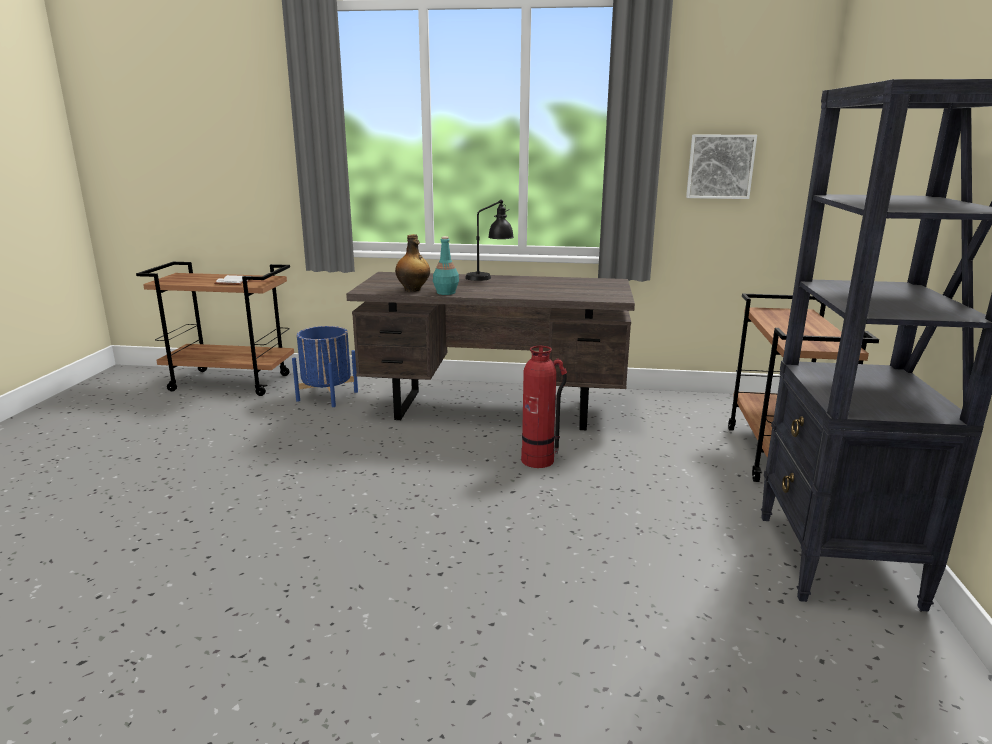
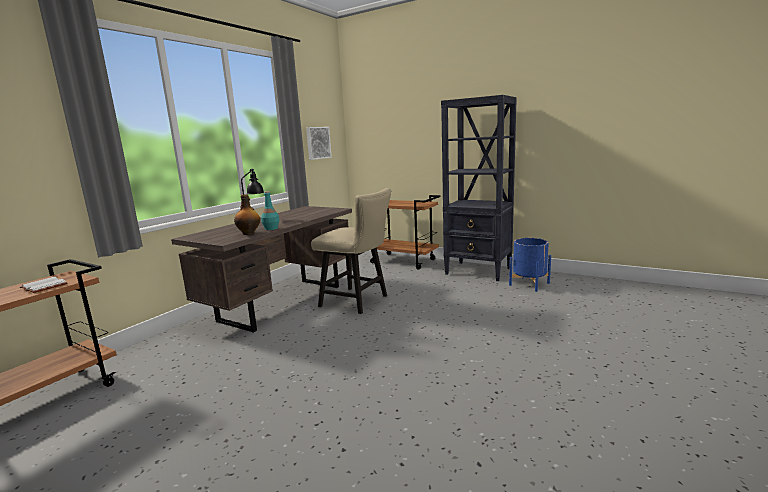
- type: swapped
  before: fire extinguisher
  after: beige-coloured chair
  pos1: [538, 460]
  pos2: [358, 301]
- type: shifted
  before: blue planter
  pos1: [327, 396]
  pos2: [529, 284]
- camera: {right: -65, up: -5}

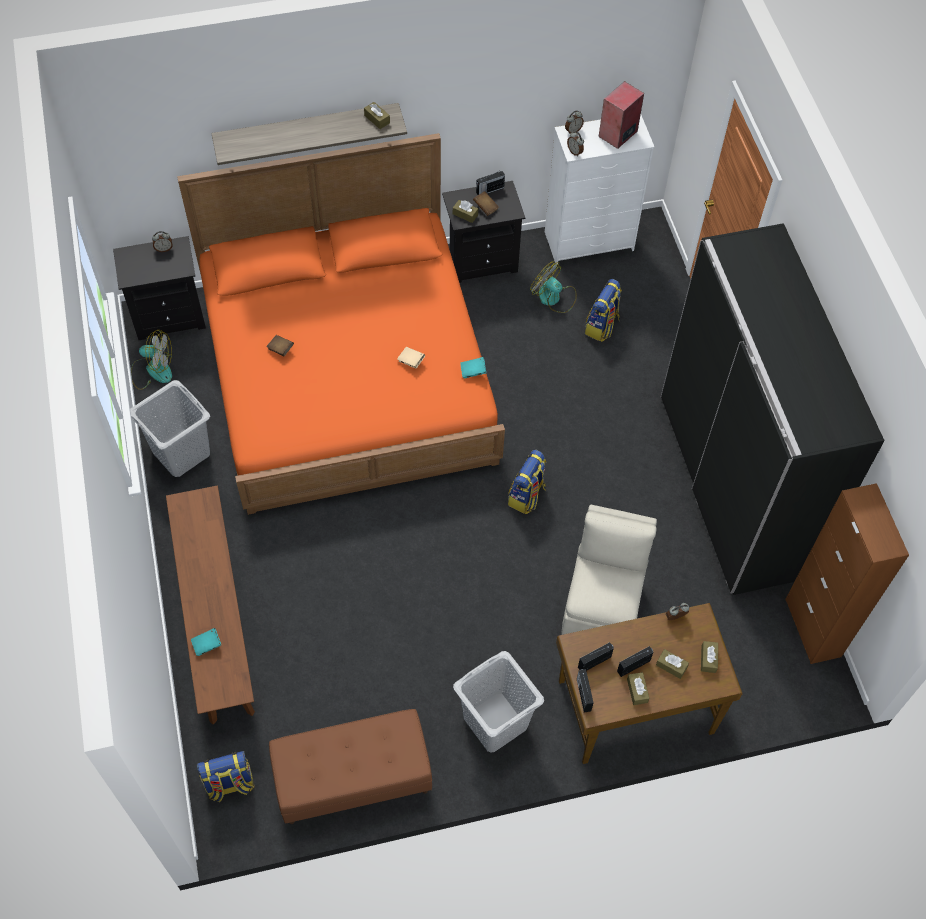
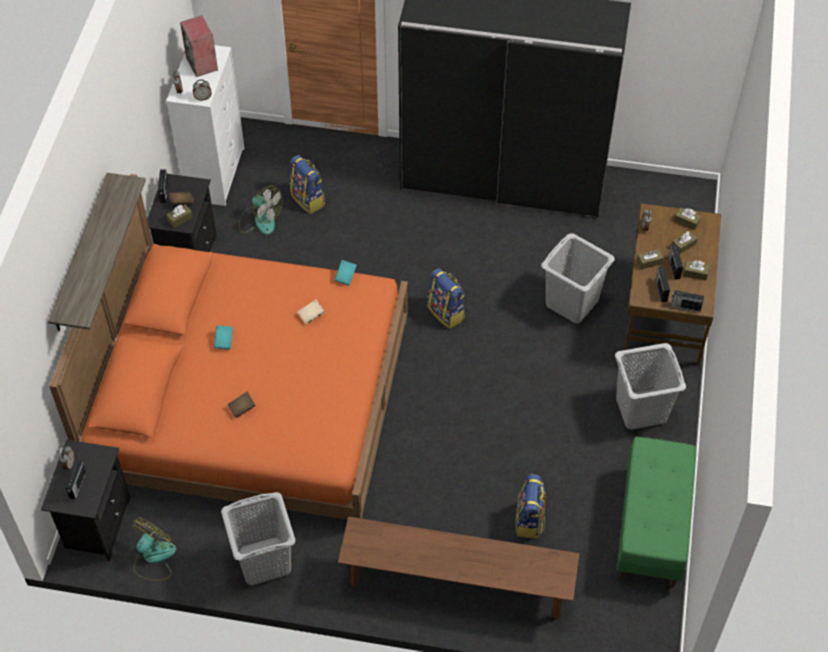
- type: new
  after: radio set
  pos2: [77, 485]
- type: shifted
  before: turquoise volume
  pos1: [207, 645]
  pos2: [224, 341]
- type: rotated
  before: cooling fan
  pos1: [554, 298]
  pos2: [260, 220]
  turn: -120
- type: shifted
  before: knapsack
  pos1: [230, 784]
  pos2: [529, 520]
- type: swapped
  before: beige-coloured chair
  after: grey laundry basket
  pos1: [601, 607]
  pos2: [572, 302]
- type: repainted
  before: brown indoor bench
  after: greenish indoor bench
  pos1: [352, 780]
  pos2: [652, 527]
- type: shifted
  before: brown box of tissues
  pos1: [377, 119]
  pos2: [649, 262]
- type: gone
  before: brown cabinet
  pos1: [812, 628]
- camera: {right: -65, up: -5}

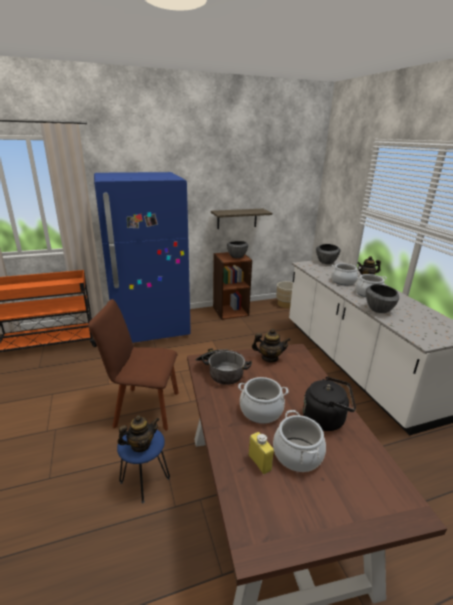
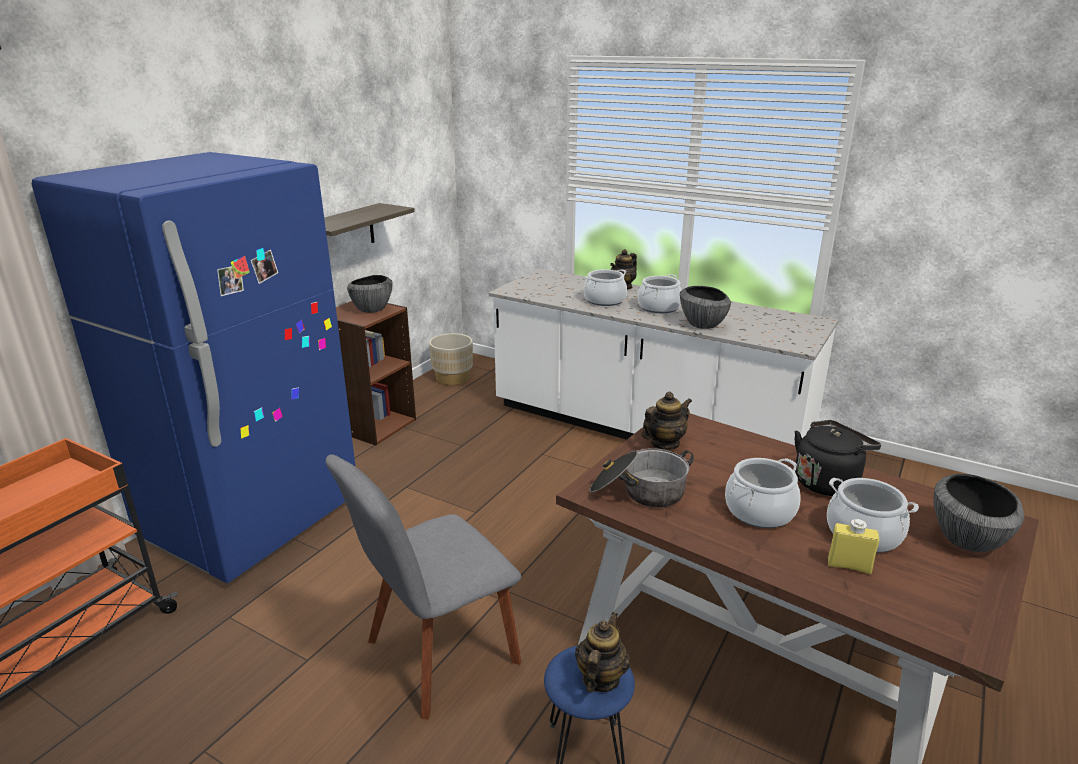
- type: repainted
  before: brown chair
  after: grey chair
  pos1: [143, 408]
  pos2: [436, 656]
- type: shifted
  before: serving bowl
  pos1: [326, 262]
  pos2: [967, 540]
- camera: {right: -40, up: 0}

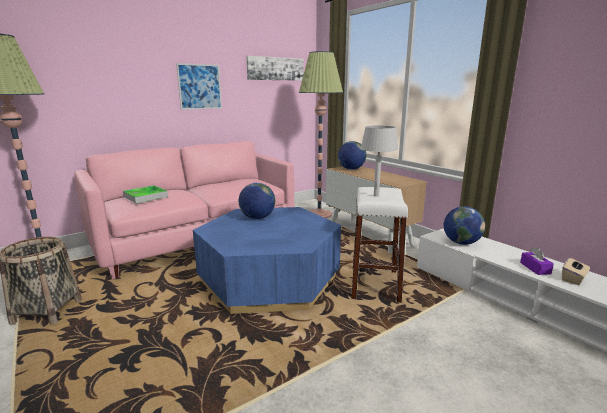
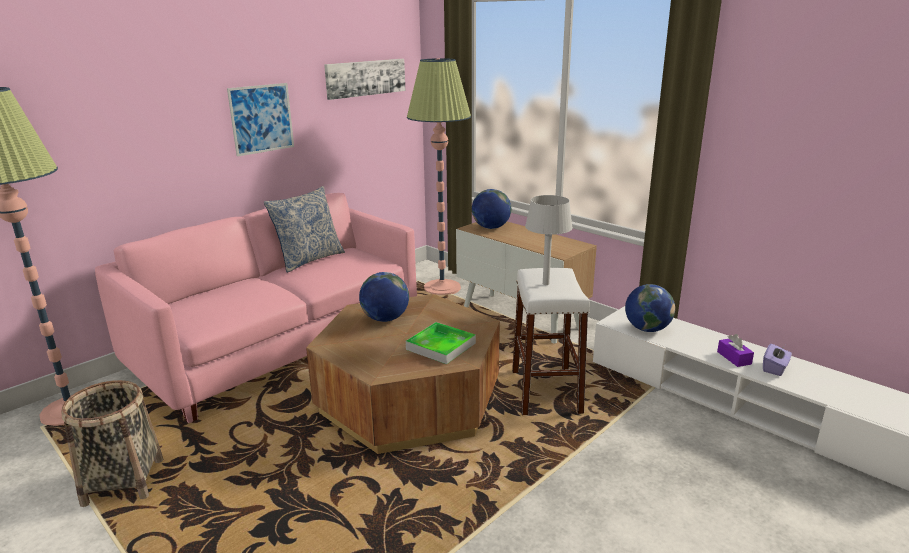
- type: new
  after: pillow
  pos2: [309, 259]
- type: repainted
  before: blue lounge table
  after: brown lounge table
  pos1: [270, 279]
  pos2: [409, 399]
- type: shifted
  before: serving tray
  pos1: [145, 196]
  pos2: [441, 346]
- type: repainted
  before: beige-coloured box of tissues
  after: purple-coloured box of tissues
  pos1: [573, 279]
  pos2: [775, 368]
- camera: {right: -10, up: 5}

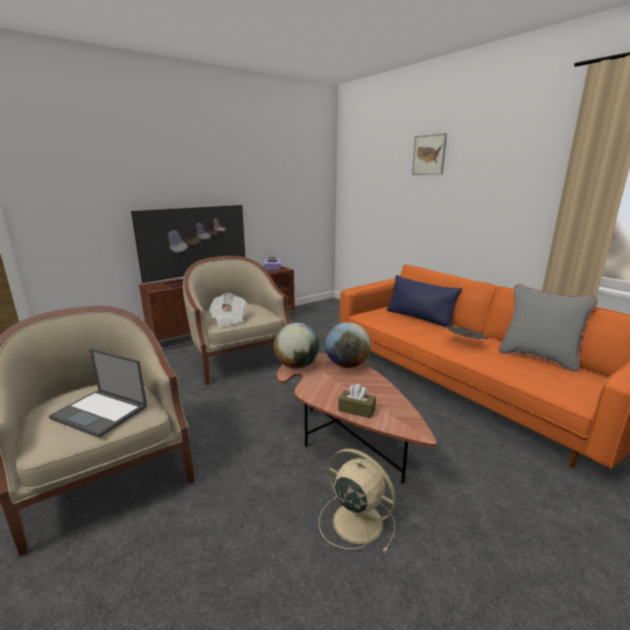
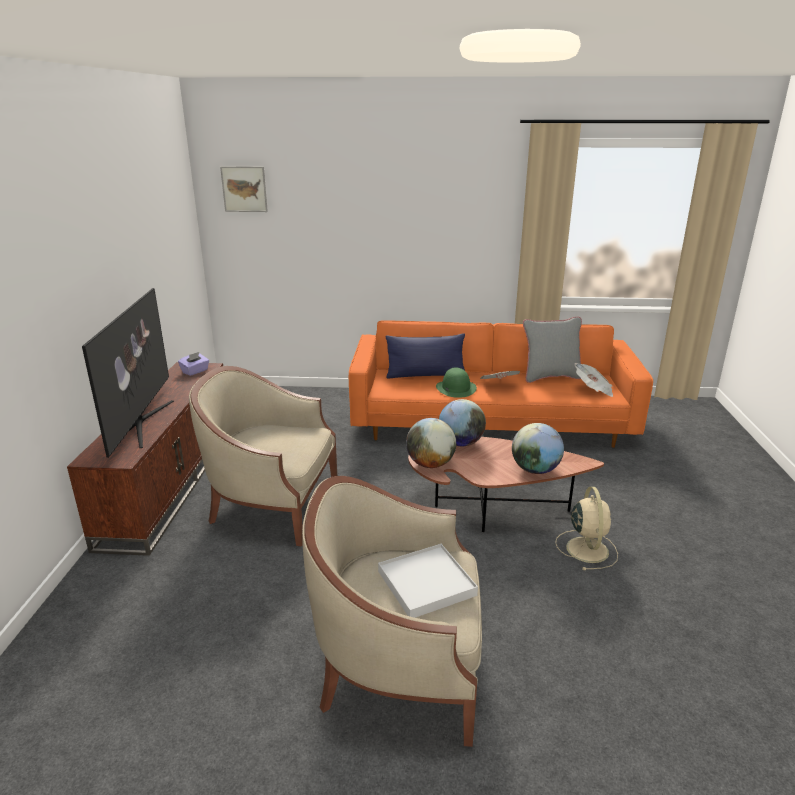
- type: shifted
  before: wall picture
  pos1: [429, 155]
  pos2: [244, 189]
- type: swapped
  before: portable computer
  after: white-coloured serving tray
  pos1: [101, 412]
  pos2: [426, 583]
- type: new
  after: greenish hat
  pos2: [455, 388]
- type: swapped
  before: brown box of tissues
  after: world globe
  pos1: [356, 410]
  pos2: [535, 470]
- type: rotated
  before: beige-coloured cooling fan
  pos1: [355, 521]
  pos2: [586, 548]
  turn: 105
- type: shifted
  before: newspaper
  pos1: [228, 320]
  pos2: [593, 390]
- camera: {right: -50, up: 5}

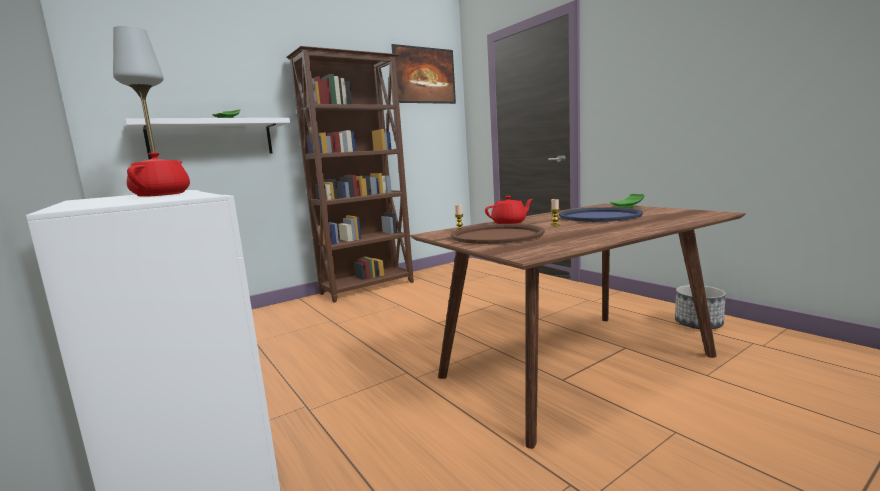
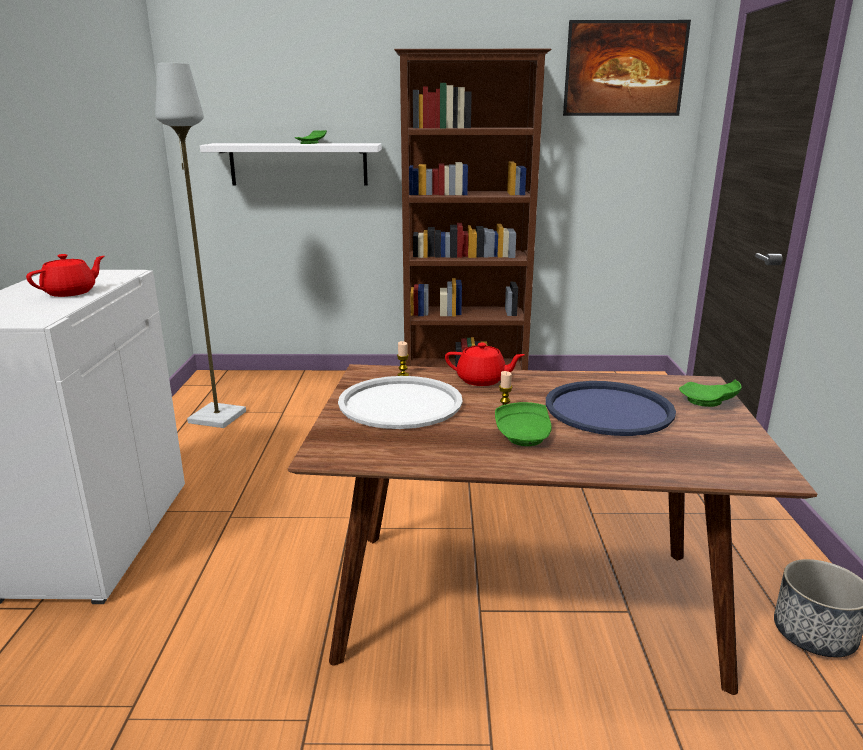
- type: repainted
  before: brown serving tray
  after: white-coloured serving tray
  pos1: [497, 235]
  pos2: [400, 404]
- type: new
  after: greenish dinner plate
  pos2: [524, 436]
- camera: {right: 35, up: 10}

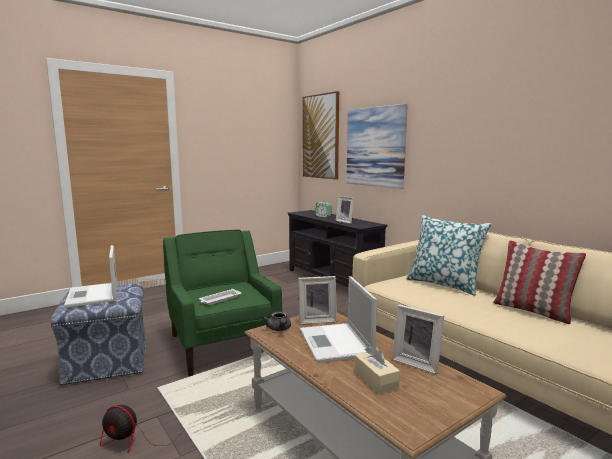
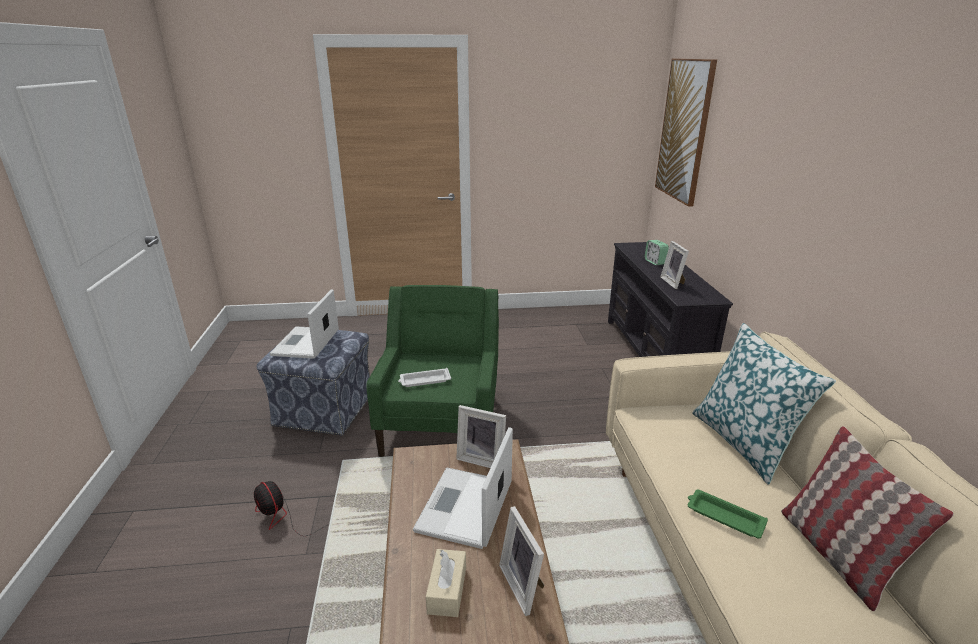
- type: new
  after: greenish serving tray
  pos2: [723, 516]
- type: gone
  before: grey tea pot
  pos1: [279, 329]
- type: gone
  before: wall picture
  pos1: [375, 147]
- camera: {right: 30, up: 15}

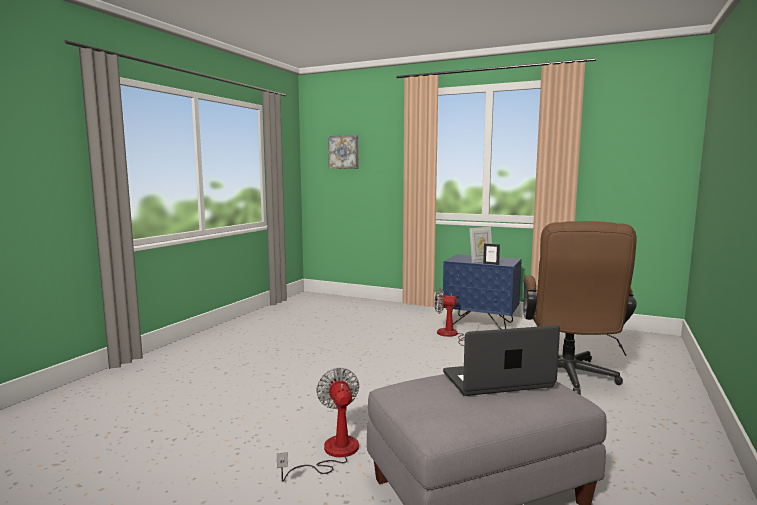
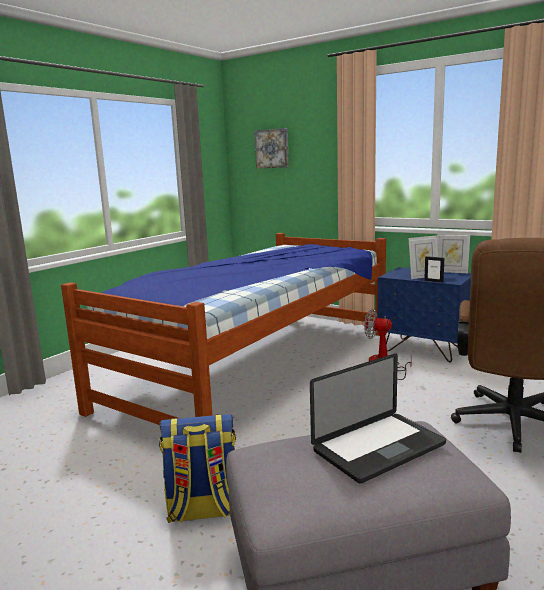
- type: new
  after: sleeping bed
  pos2: [254, 367]
- type: swapped
  before: cooling fan
  after: knapsack
  pos1: [332, 453]
  pos2: [203, 511]
- type: rotated
  before: portable computer
  pos1: [497, 380]
  pos2: [379, 448]
  turn: 150
- type: new
  after: picture frame
  pos2: [451, 272]
- camera: {right: 10, up: 5}

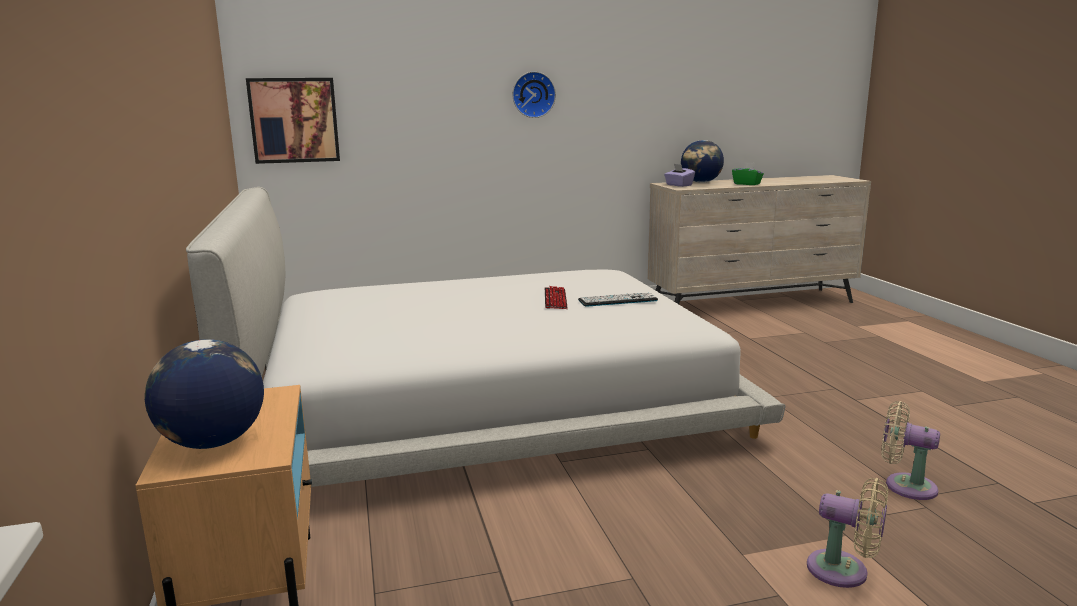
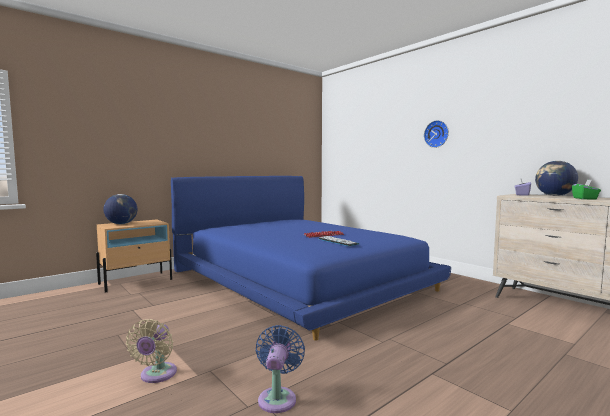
- type: repainted
  before: white-coloured sleeping bed
  after: blue sleeping bed
  pos1: [482, 401]
  pos2: [299, 279]
- type: repainted
  before: beige-coloured cooling fan
  after: blue cooling fan
  pos1: [905, 485]
  pos2: [278, 397]
- type: gone
  before: wall picture
  pos1: [294, 120]
- camera: {right: 65, up: -10}

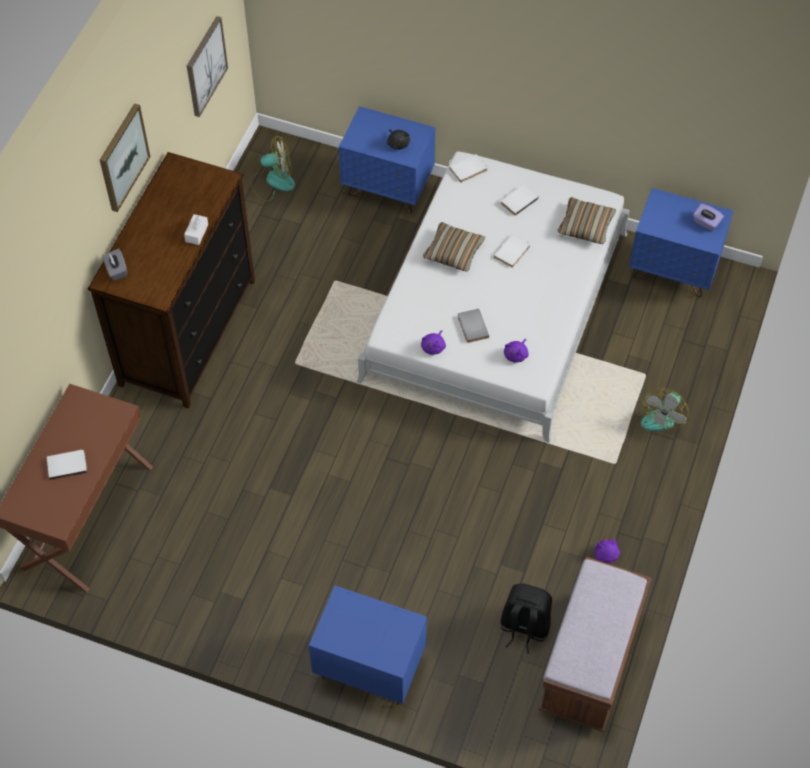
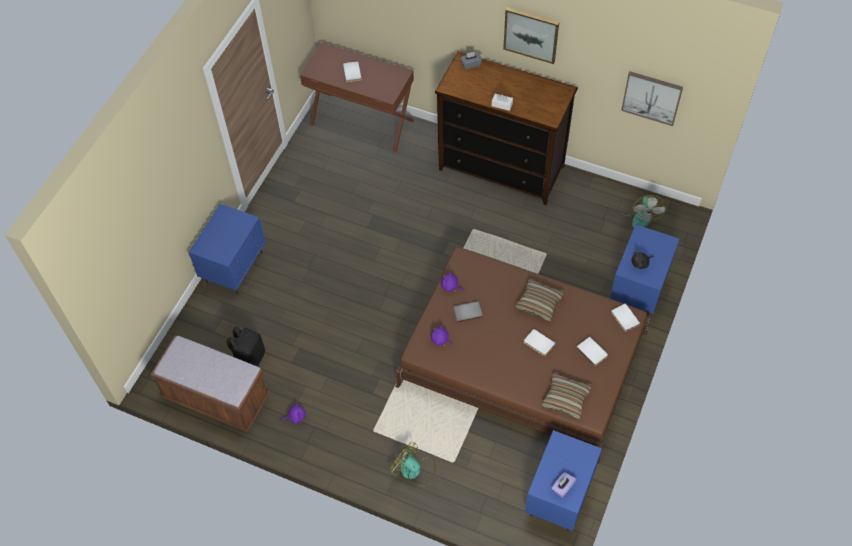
- type: repainted
  before: white-coloured sleeping bed
  after: brown sleeping bed
  pos1: [495, 306]
  pos2: [522, 359]
- camera: {right: 95, up: 0}

